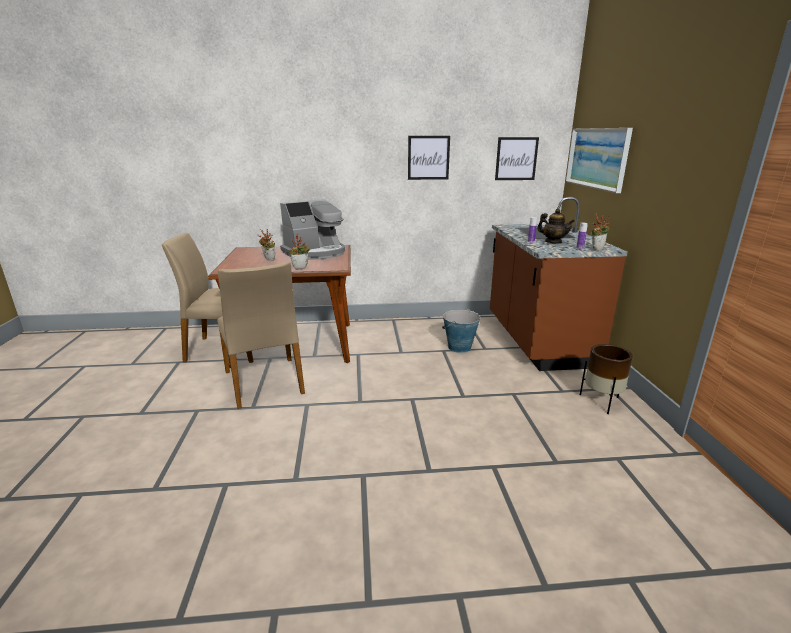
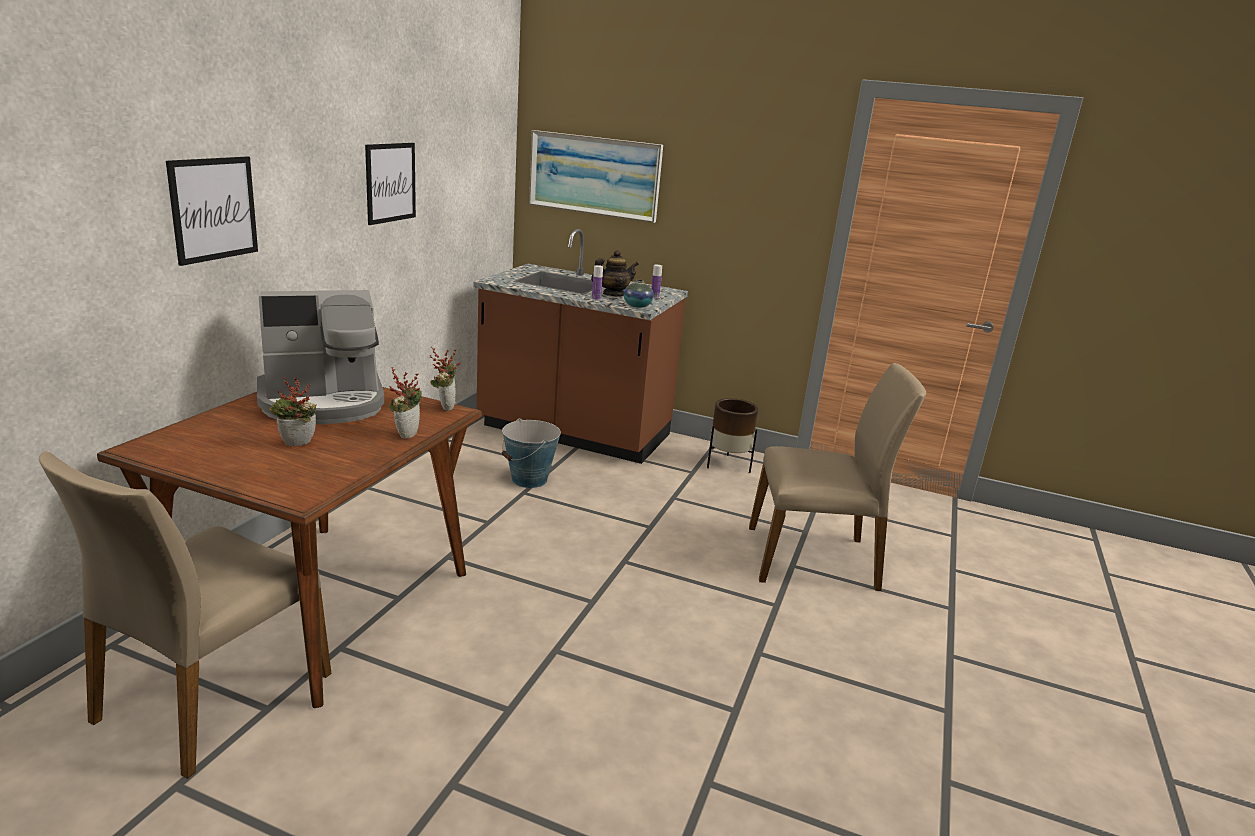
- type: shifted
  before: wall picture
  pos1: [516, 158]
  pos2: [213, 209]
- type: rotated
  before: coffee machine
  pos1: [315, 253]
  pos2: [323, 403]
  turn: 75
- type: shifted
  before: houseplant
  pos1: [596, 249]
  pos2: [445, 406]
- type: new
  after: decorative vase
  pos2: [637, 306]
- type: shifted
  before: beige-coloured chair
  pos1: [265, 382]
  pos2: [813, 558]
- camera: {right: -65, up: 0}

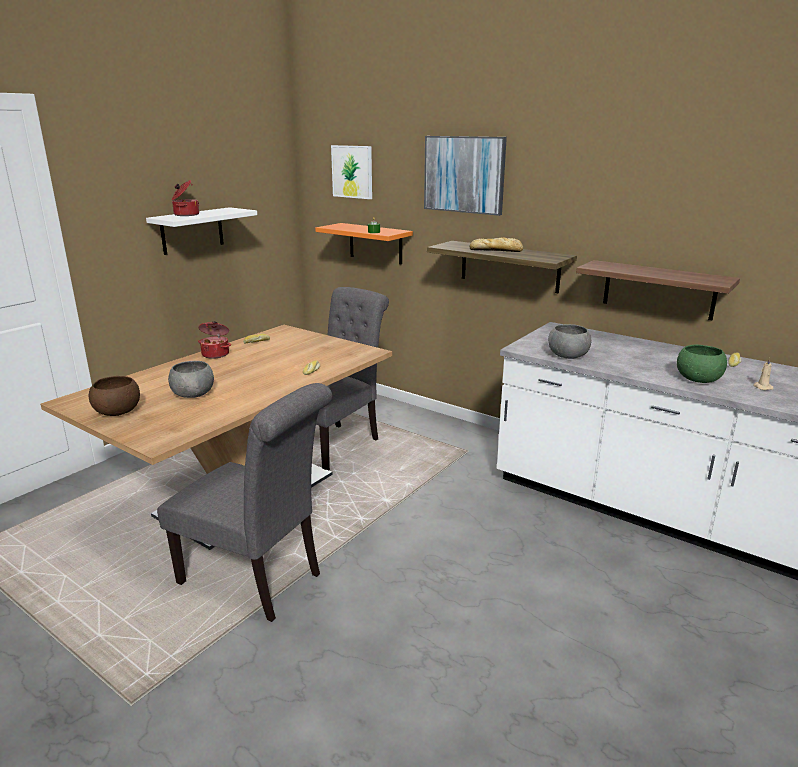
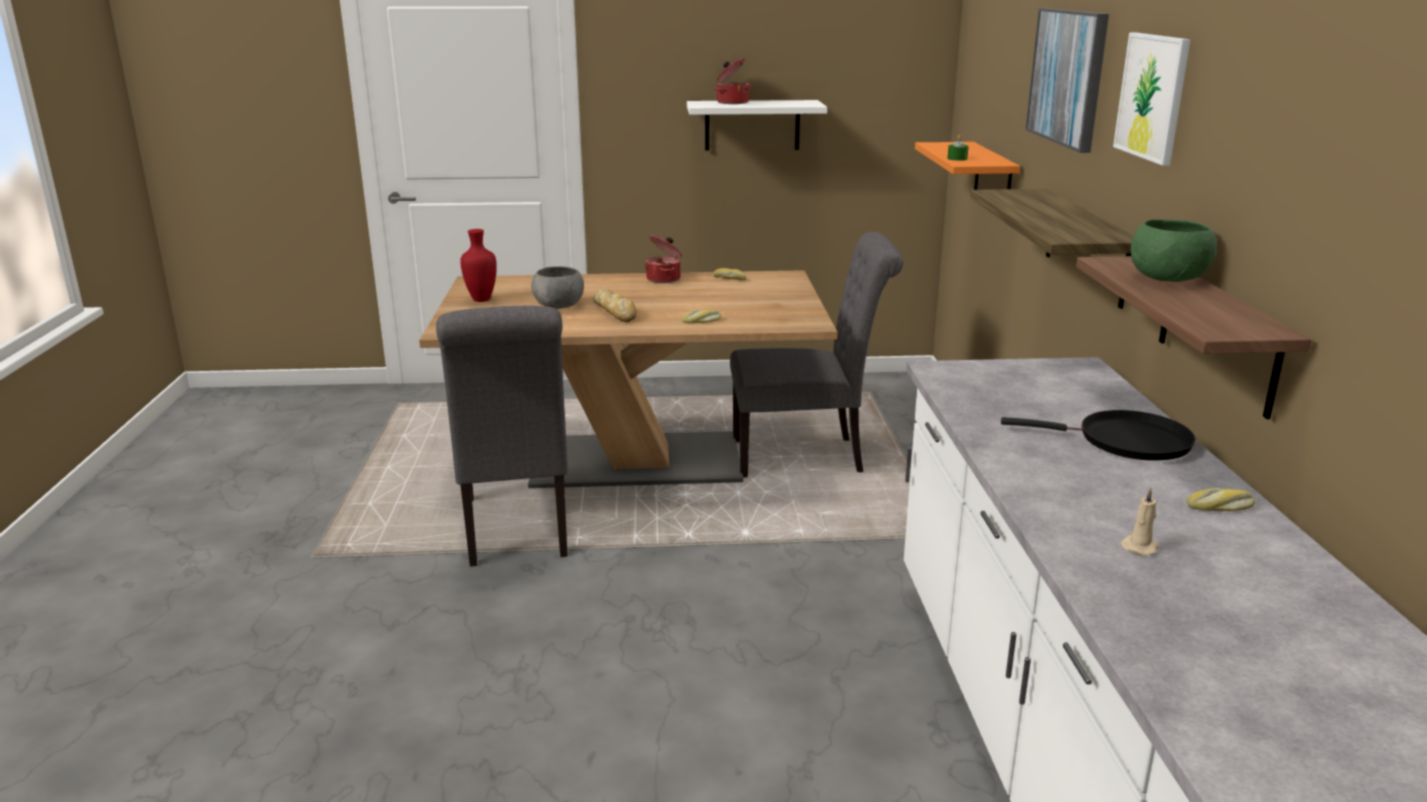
- type: swapped
  before: brown serving bowl
  after: red-coloured decorative vase
  pos1: [117, 412]
  pos2: [480, 299]
- type: shifted
  before: bakery bread
  pos1: [497, 250]
  pos2: [615, 312]
- type: new
  after: black skillet
  pos2: [1126, 442]
- type: shifted
  before: wall picture
  pos1: [352, 172]
  pos2: [1152, 97]
- type: shifted
  before: greenish serving bowl
  pos1: [698, 379]
  pos2: [1168, 279]
- type: gone
  before: grey serving bowl
  pos1: [567, 356]
- camera: {right: 50, up: 0}

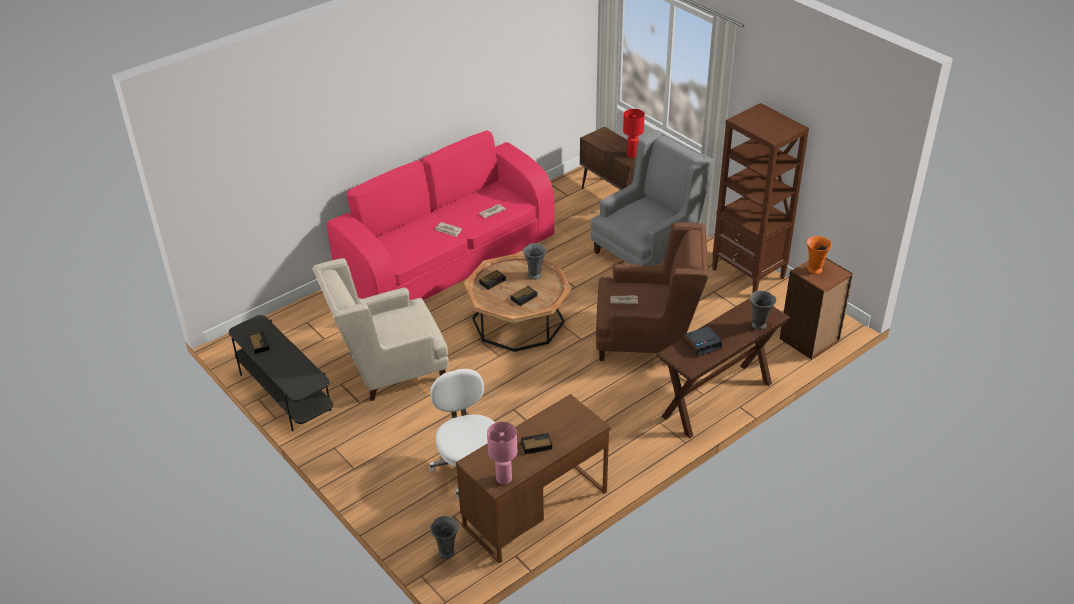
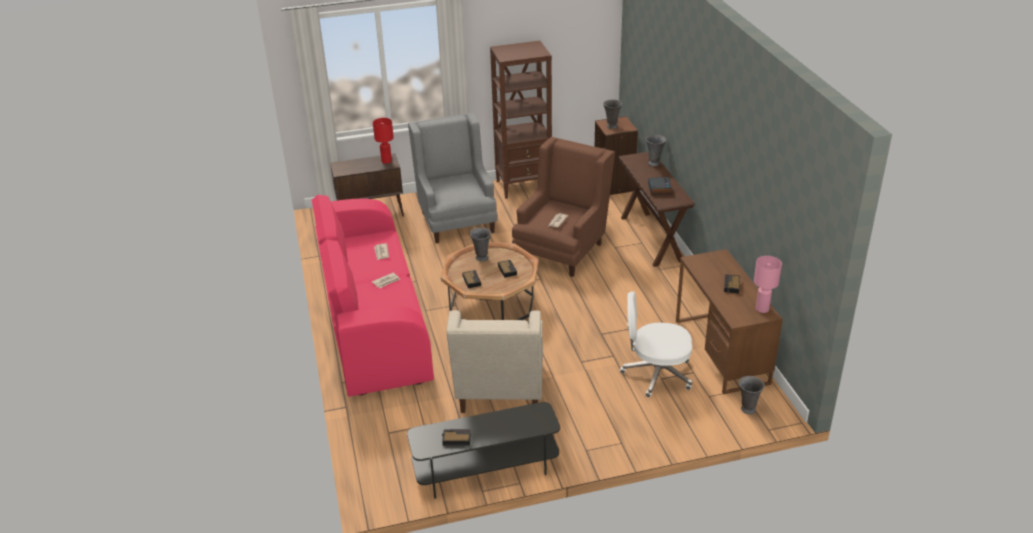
- type: repainted
  before: orange decorative vase
  after: grey decorative vase
  pos1: [814, 269]
  pos2: [611, 127]
- camera: {right: -65, up: -5}

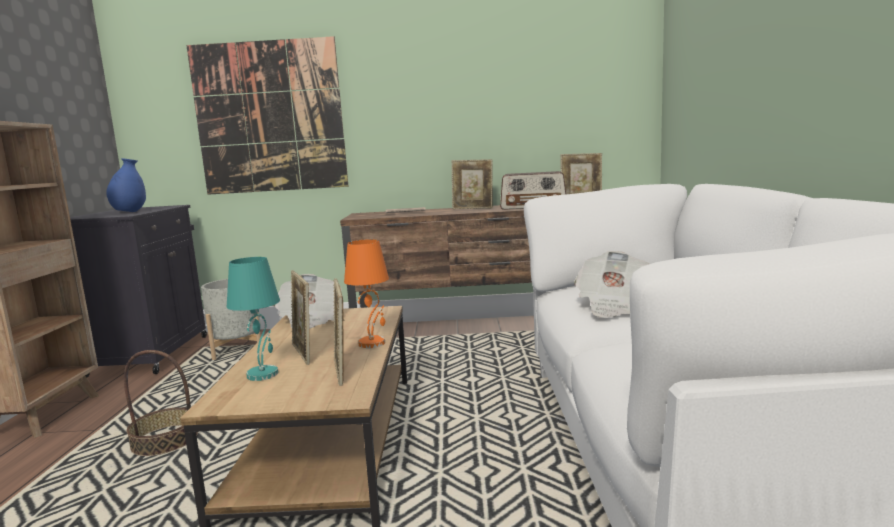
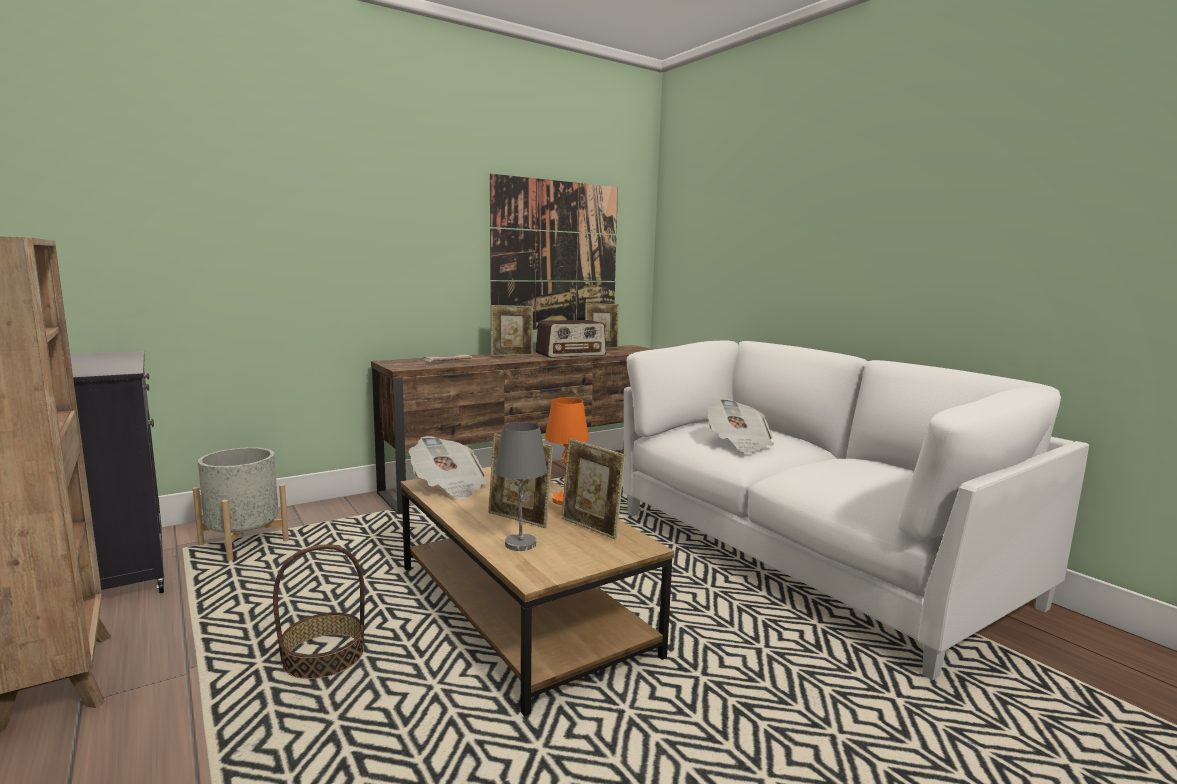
- type: shifted
  before: wall picture
  pos1: [269, 117]
  pos2: [556, 256]
- type: repainted
  before: turquoise table lamp
  after: grey table lamp
  pos1: [262, 374]
  pos2: [520, 543]
- type: gone
  before: blue decorative vase
  pos1: [129, 212]
- camera: {right: -35, up: 0}

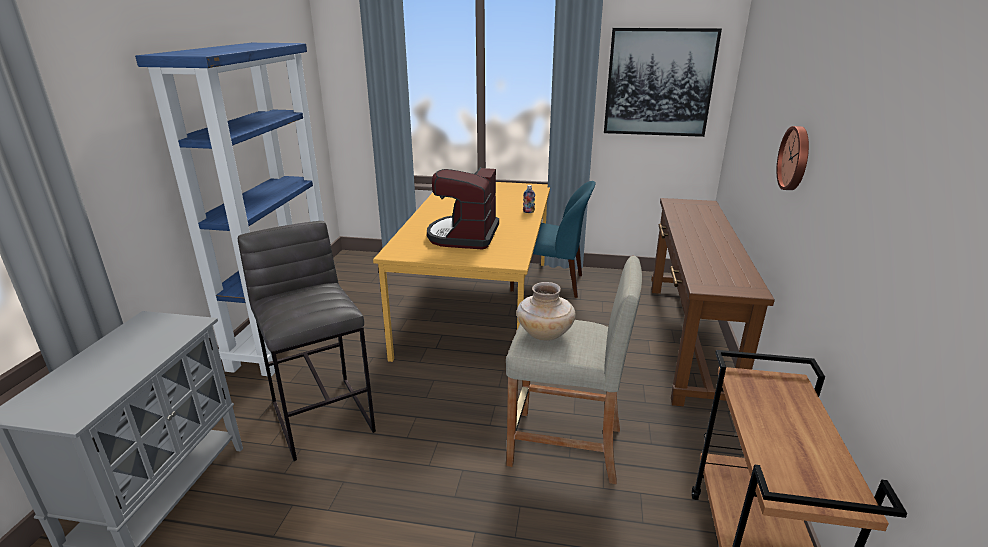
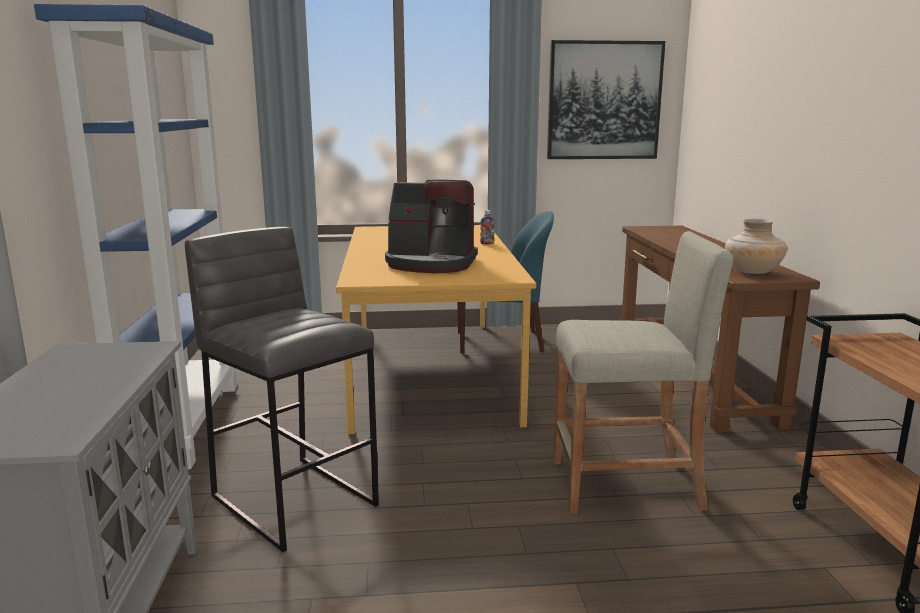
- type: rotated
  before: coffee machine
  pos1: [464, 236]
  pos2: [431, 264]
  turn: -75
- type: shifted
  before: beige-coloured decorative vase
  pos1: [544, 334]
  pos2: [752, 272]
- type: gone
  before: wall clock
  pos1: [796, 158]
- camera: {right: -15, up: -10}

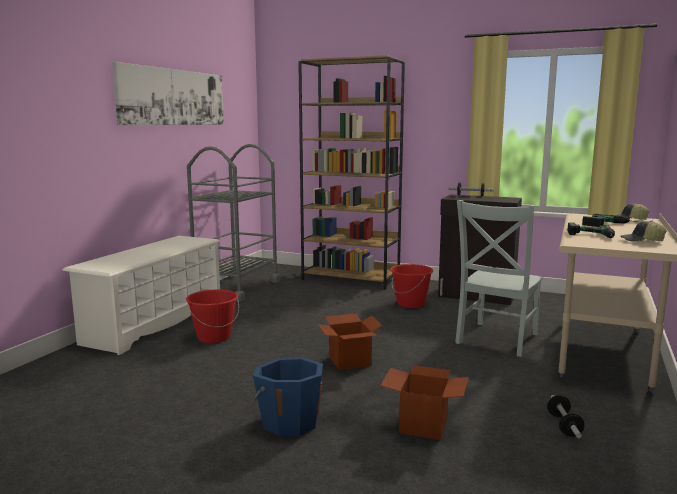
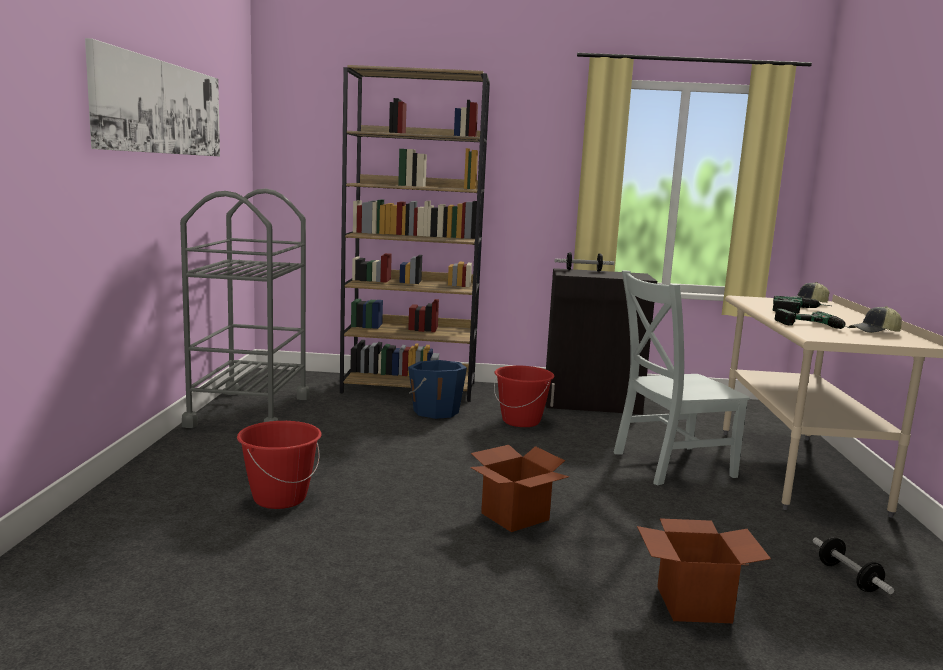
- type: shifted
  before: blue pail
  pos1: [289, 422]
  pos2: [434, 411]
- type: rotated
  before: grey chair
  pos1: [495, 340]
  pos2: [668, 465]
  turn: 60
- type: gone
  before: white-coloured shoe shelf
  pos1: [155, 323]
- camera: {right: -20, up: 0}

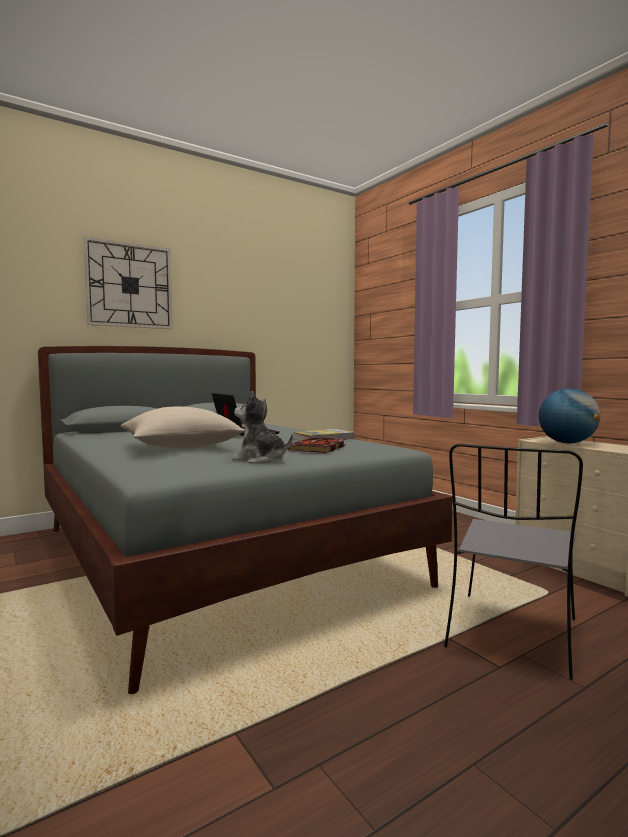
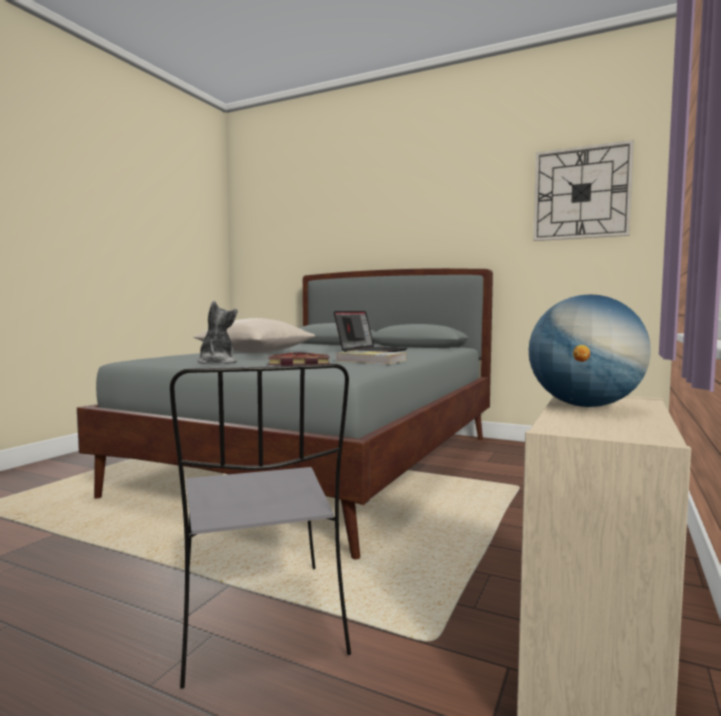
- type: rotated
  before: grey chair
  pos1: [512, 635]
  pos2: [260, 622]
  turn: -105
- type: shifted
  before: wall clock
  pos1: [129, 285]
  pos2: [581, 193]
- camera: {right: 60, up: 0}

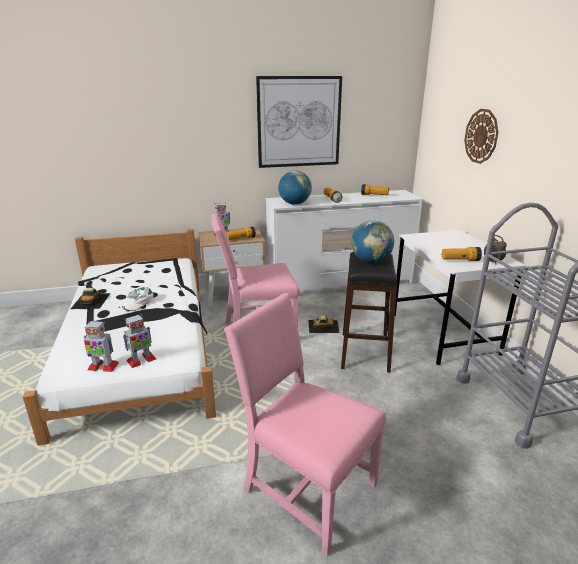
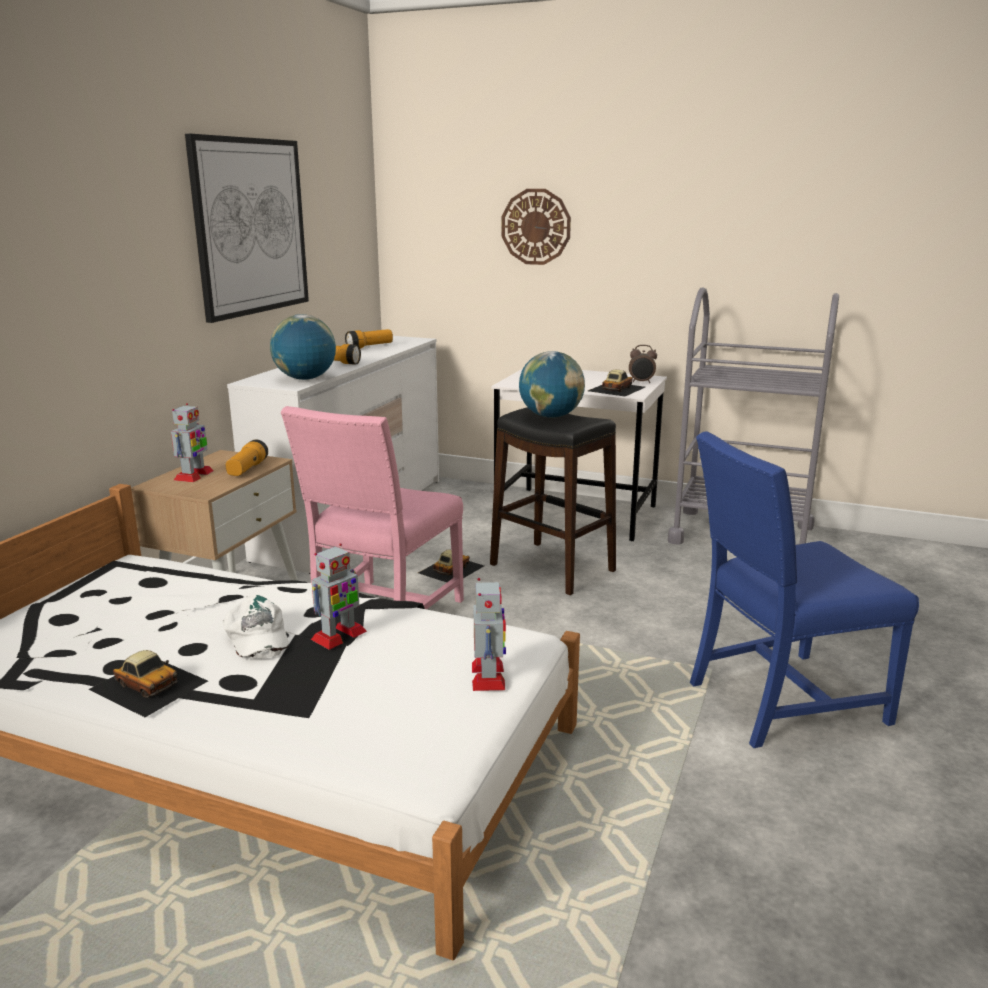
- type: shifted
  before: robot figure
  pos1: [103, 366]
  pos2: [338, 636]
- type: swapped
  before: flashlight
  after: toy car
  pos1: [460, 260]
  pos2: [616, 389]
- type: repainted
  before: pink chair
  after: blue chair
  pos1: [305, 487]
  pos2: [779, 701]
- camera: {right: -55, up: -5}

